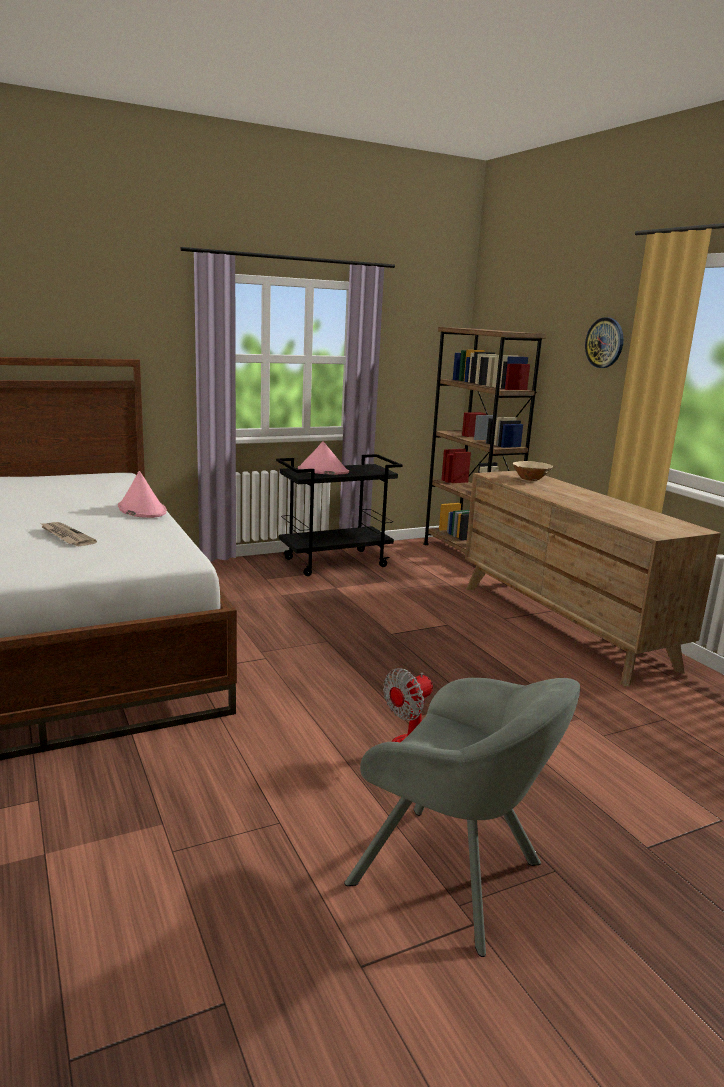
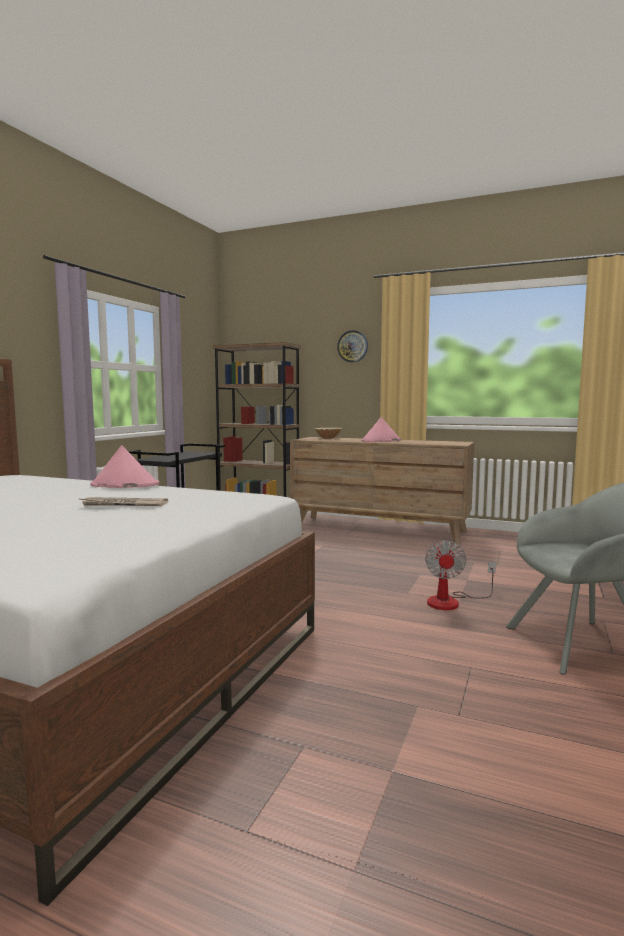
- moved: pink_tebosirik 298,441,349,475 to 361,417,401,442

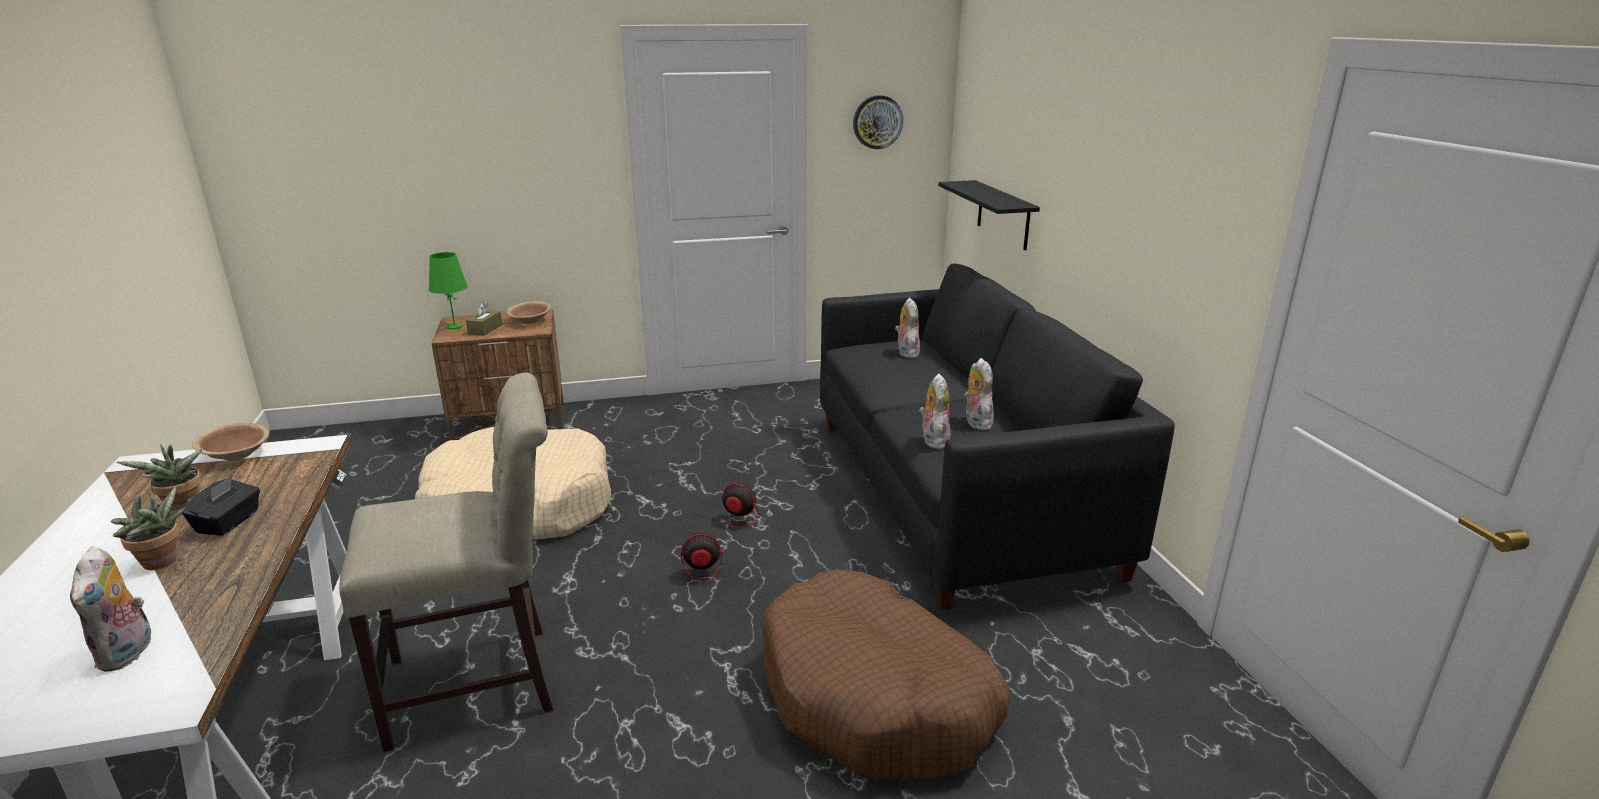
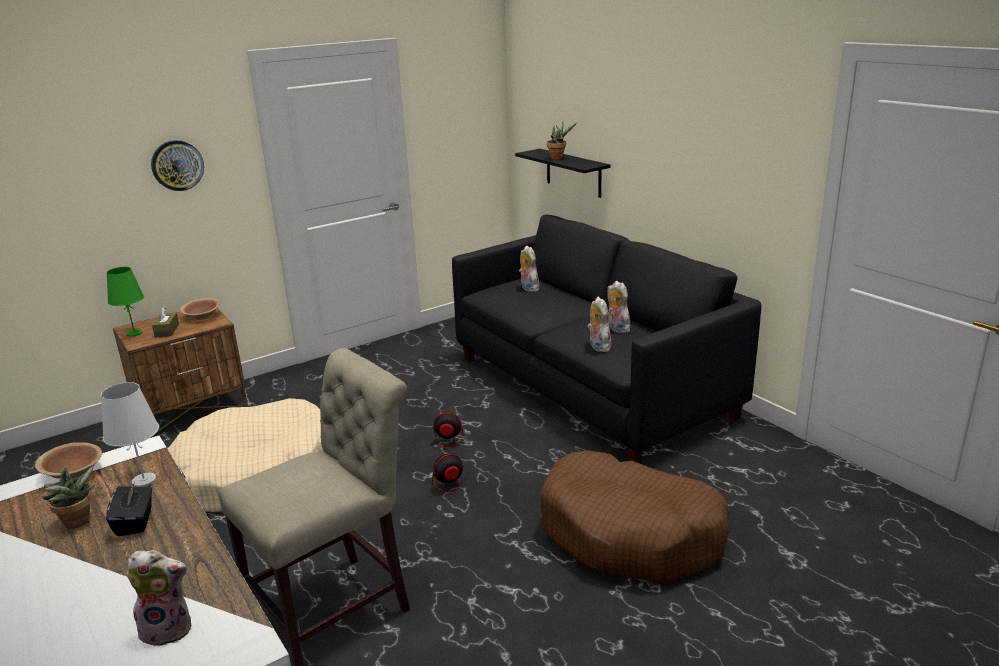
- turned: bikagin 70,546,151,672 = 126,550,191,646 60 degrees counterclockwise
- moved: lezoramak 111,486,185,570 to 547,122,577,159
- moved: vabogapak 853,95,903,149 to 151,140,204,191
- added: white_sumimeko 101,382,159,487

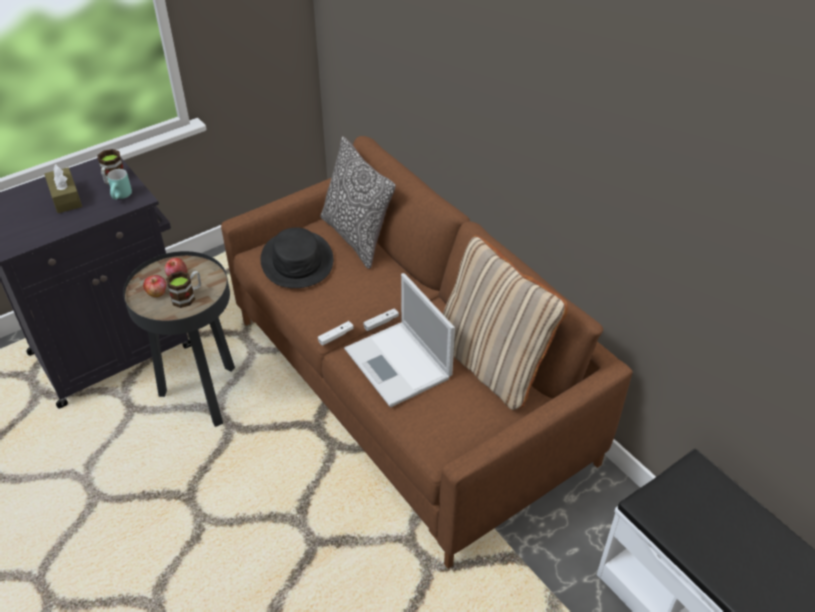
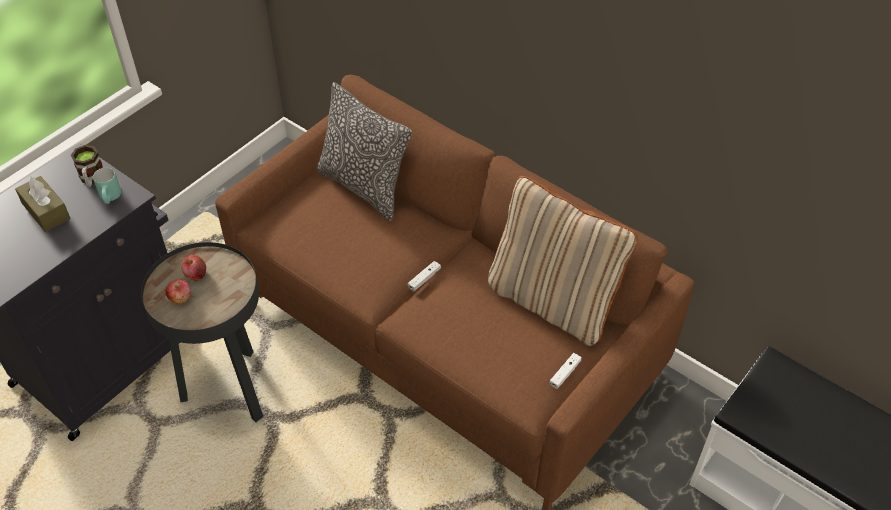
- removed: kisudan 166,271,201,308
- removed: black_tebosirik 261,227,333,288
- moved: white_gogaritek 318,321,354,346 to 550,353,582,389
- removed: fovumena 344,273,455,407

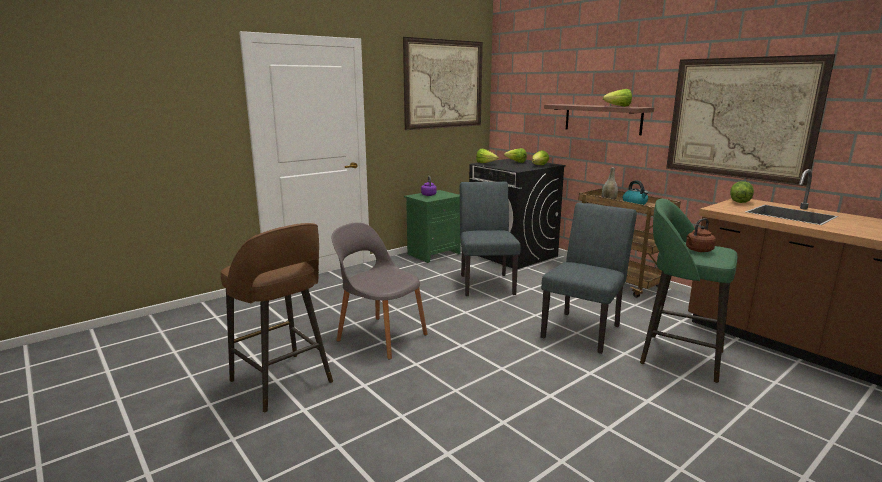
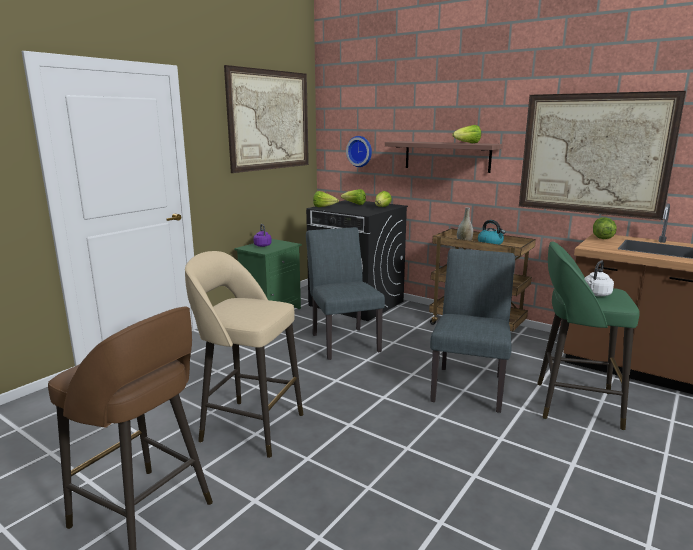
- replaced: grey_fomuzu 332,222,428,360 to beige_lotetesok 185,251,304,458
- recoloured: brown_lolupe 686,218,716,252 to white_lolupe 584,260,614,296
- added: vabogapak 346,136,372,167

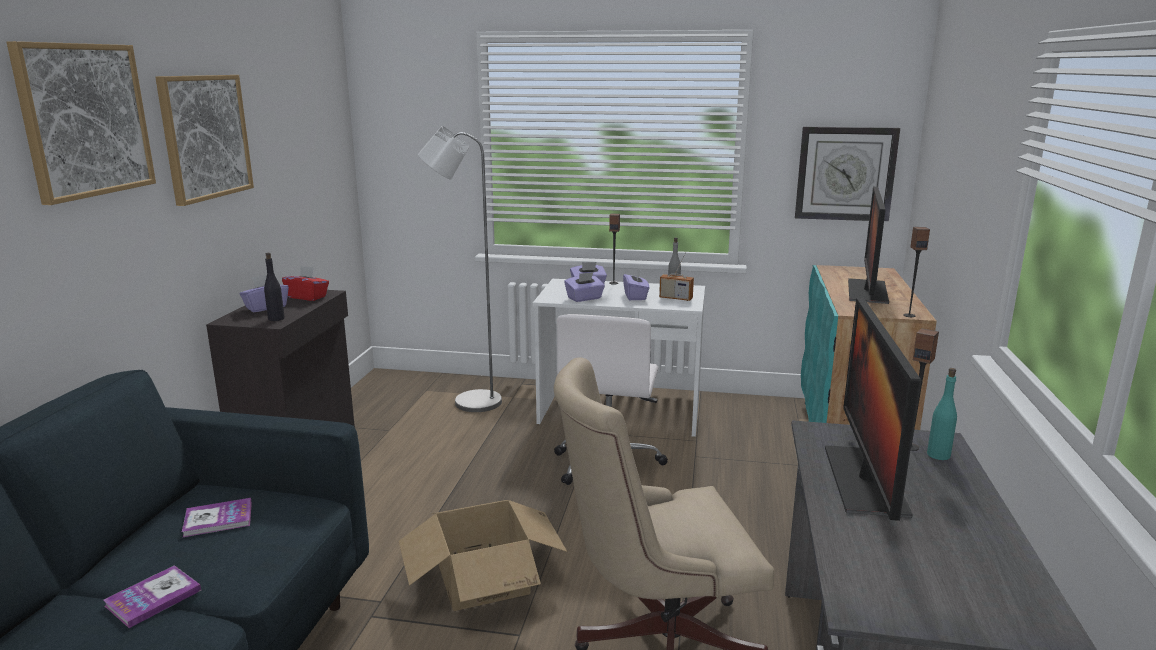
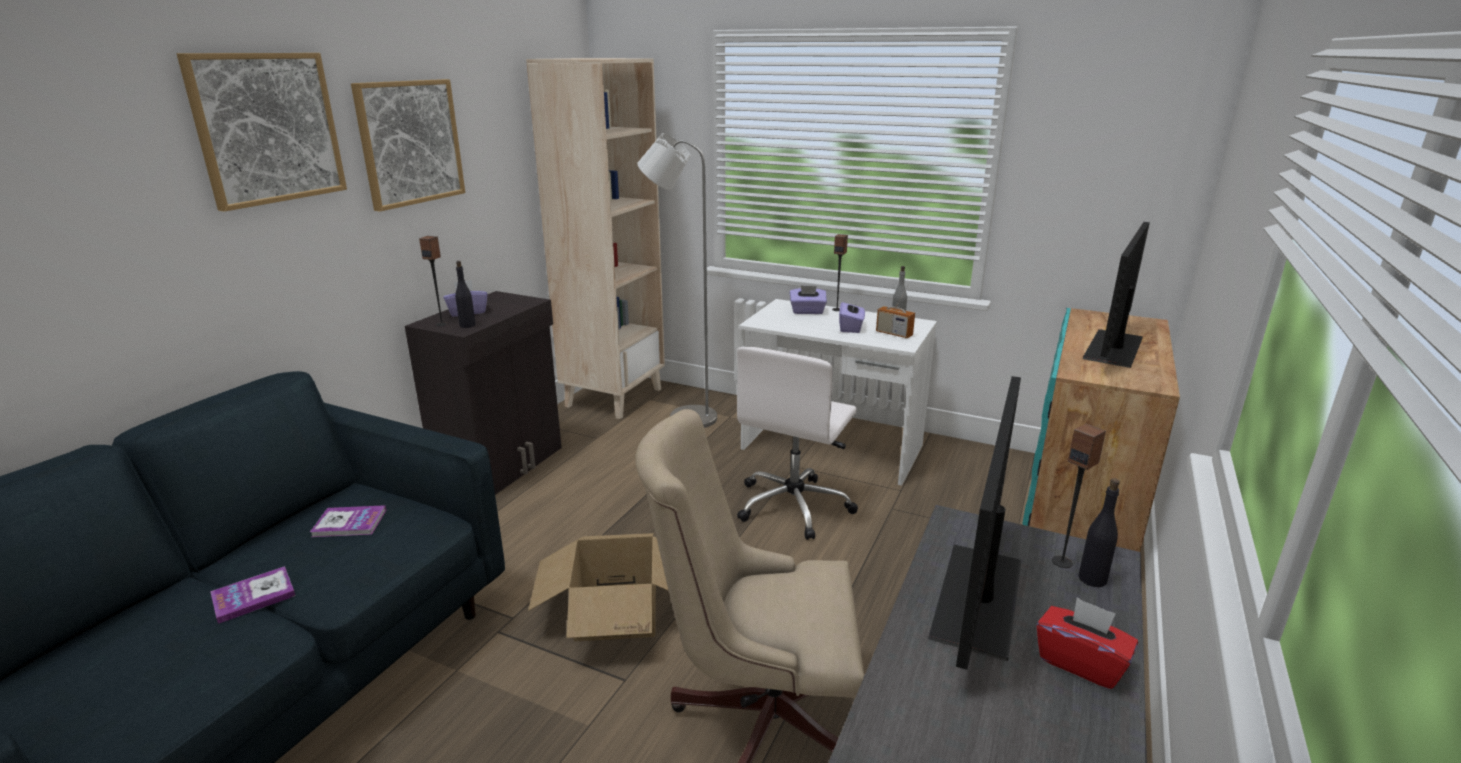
- moved: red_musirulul 282,266,329,301 to 1037,597,1138,689
- removed: purple_musirulul 564,272,605,302
- removed: vabogapak 795,127,900,221
- moved: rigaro 903,227,930,317 to 419,236,448,326
- recoloured: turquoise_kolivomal 927,368,957,460 to black_kolivomal 1078,478,1120,587
- added: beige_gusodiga 526,58,665,419

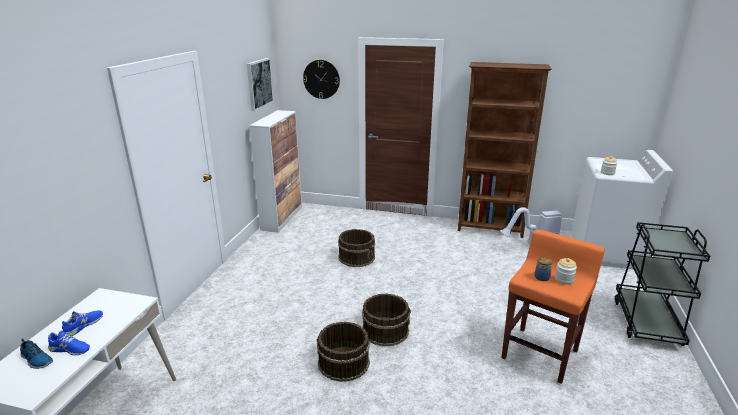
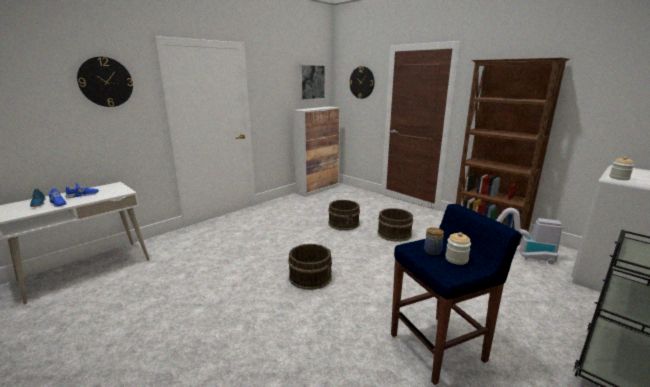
- moved: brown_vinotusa 317,321,370,382 to 377,208,413,242
- recoloured: orange_lotetesok 501,230,605,384 to blue_lotetesok 391,204,521,385
- added: vabogapak 77,57,133,107

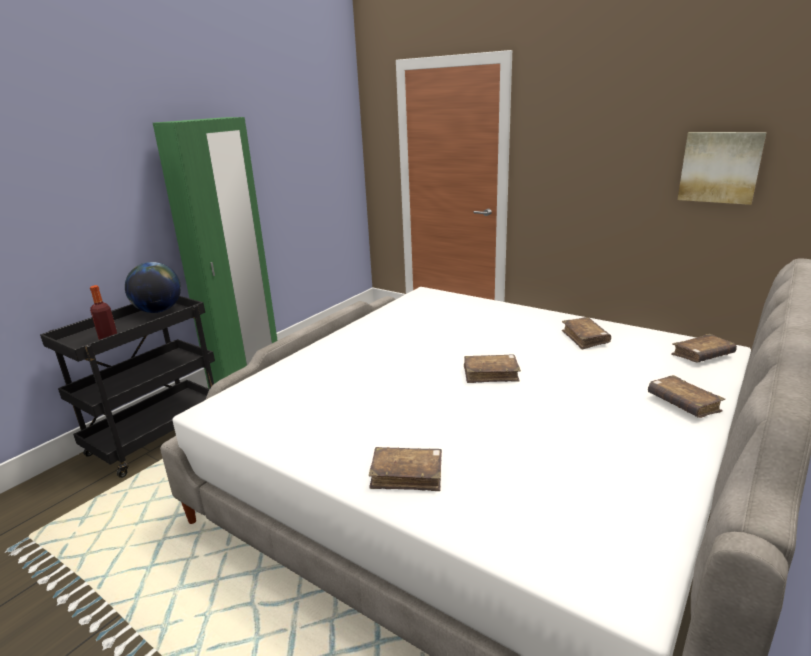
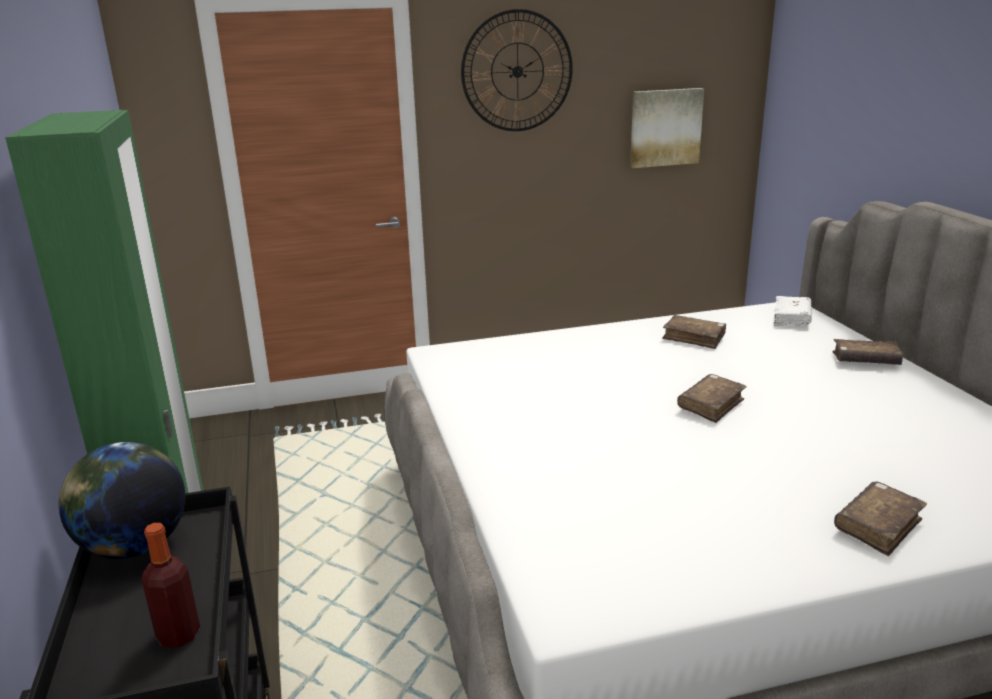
- recoloured: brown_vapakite 671,334,737,362 to white_vapakite 774,296,812,326
- added: vabogapak 461,9,573,131

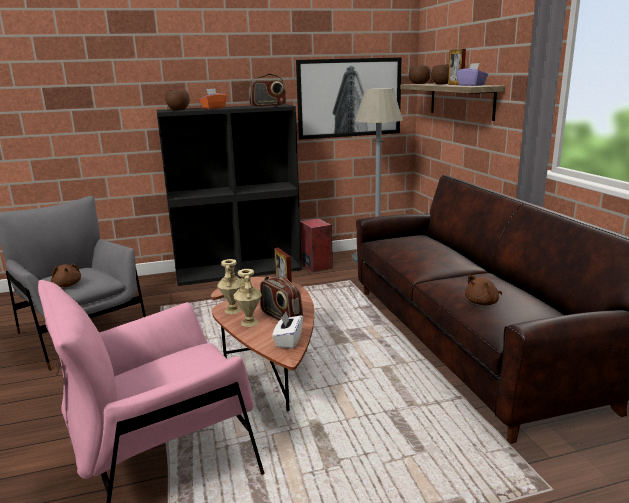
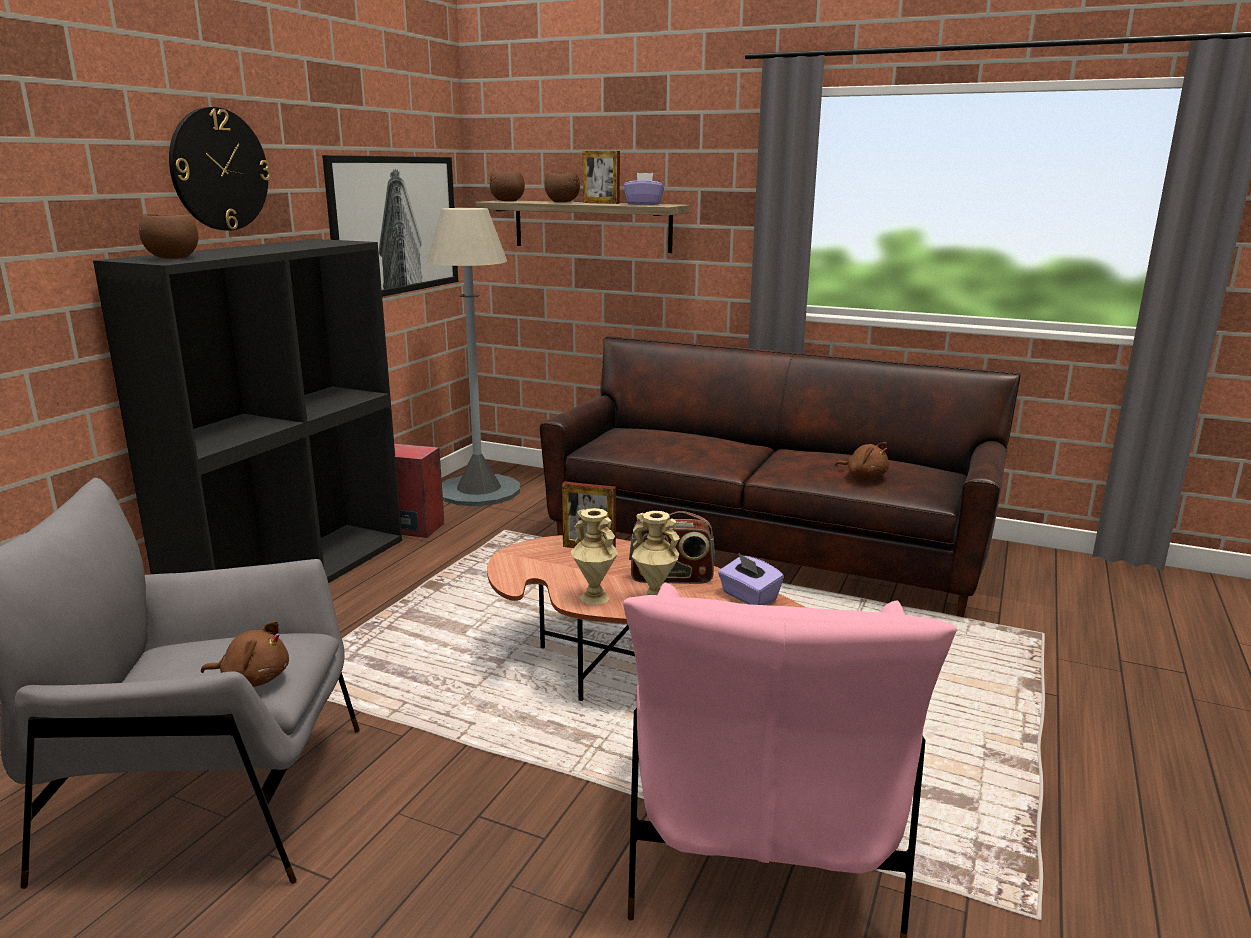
- removed: orange_musirulul 199,88,227,109
- removed: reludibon 249,74,286,108
- recoloured: white_musirulul 272,312,303,348 to purple_musirulul 718,554,784,605
- turned: brown_bikagin 465,275,502,305 = 835,442,889,478 60 degrees counterclockwise
- added: vabogapak 169,107,271,231

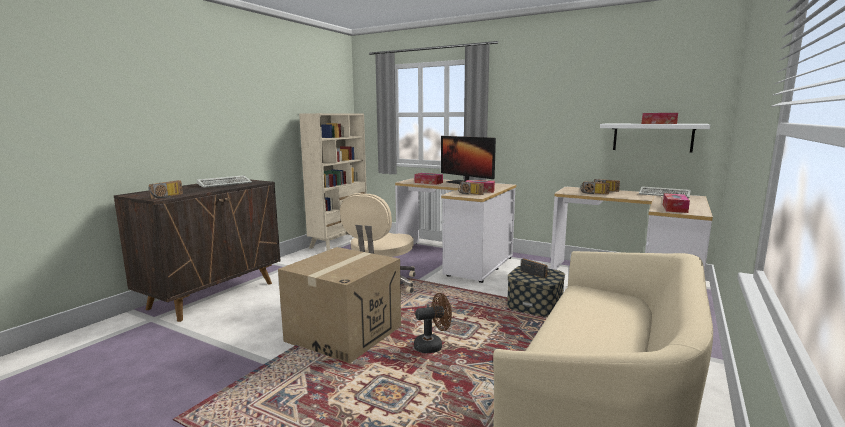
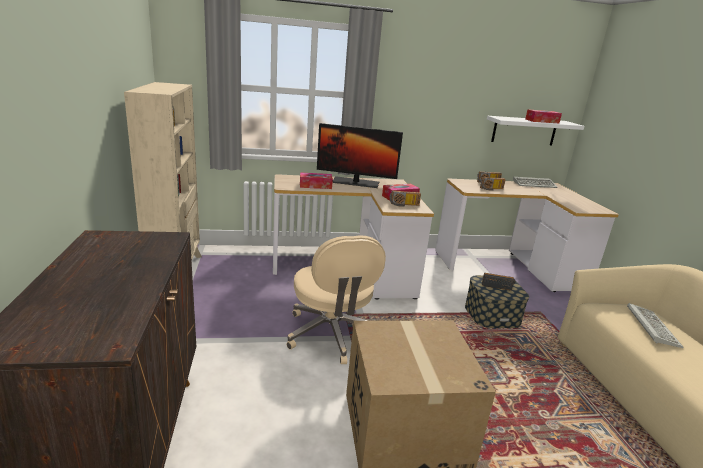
- removed: reludibon 148,180,183,199
- moved: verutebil 197,175,252,188 to 627,303,684,348
- removed: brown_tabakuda 414,293,452,353
- removed: musirulul 663,193,690,213

